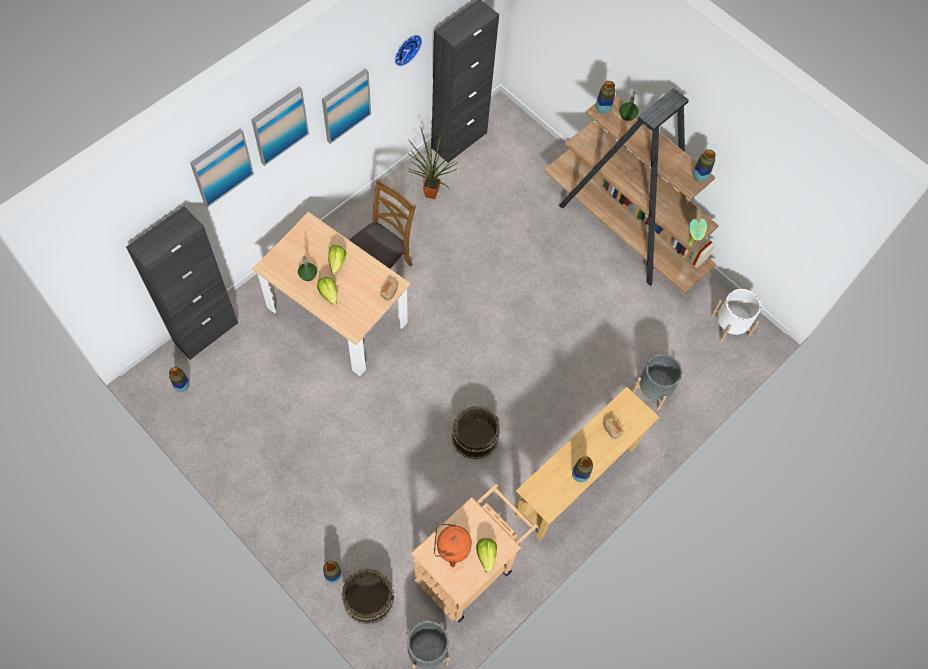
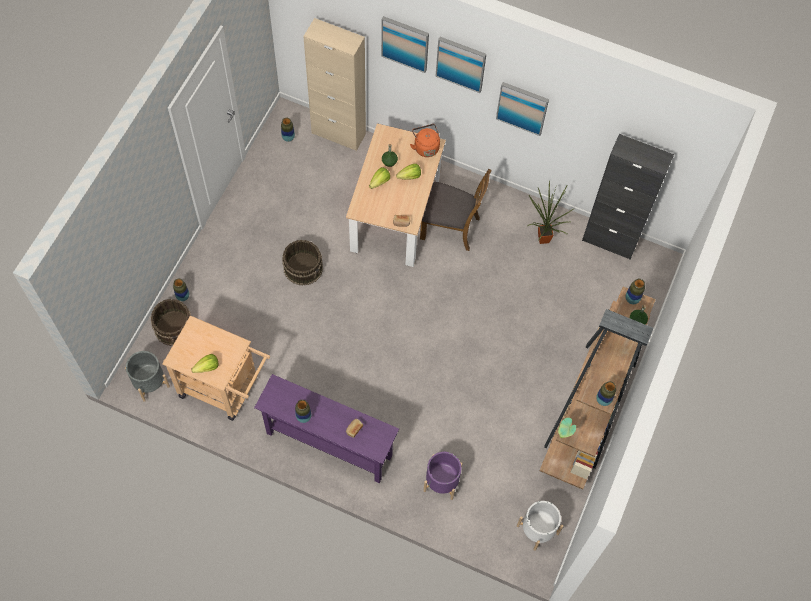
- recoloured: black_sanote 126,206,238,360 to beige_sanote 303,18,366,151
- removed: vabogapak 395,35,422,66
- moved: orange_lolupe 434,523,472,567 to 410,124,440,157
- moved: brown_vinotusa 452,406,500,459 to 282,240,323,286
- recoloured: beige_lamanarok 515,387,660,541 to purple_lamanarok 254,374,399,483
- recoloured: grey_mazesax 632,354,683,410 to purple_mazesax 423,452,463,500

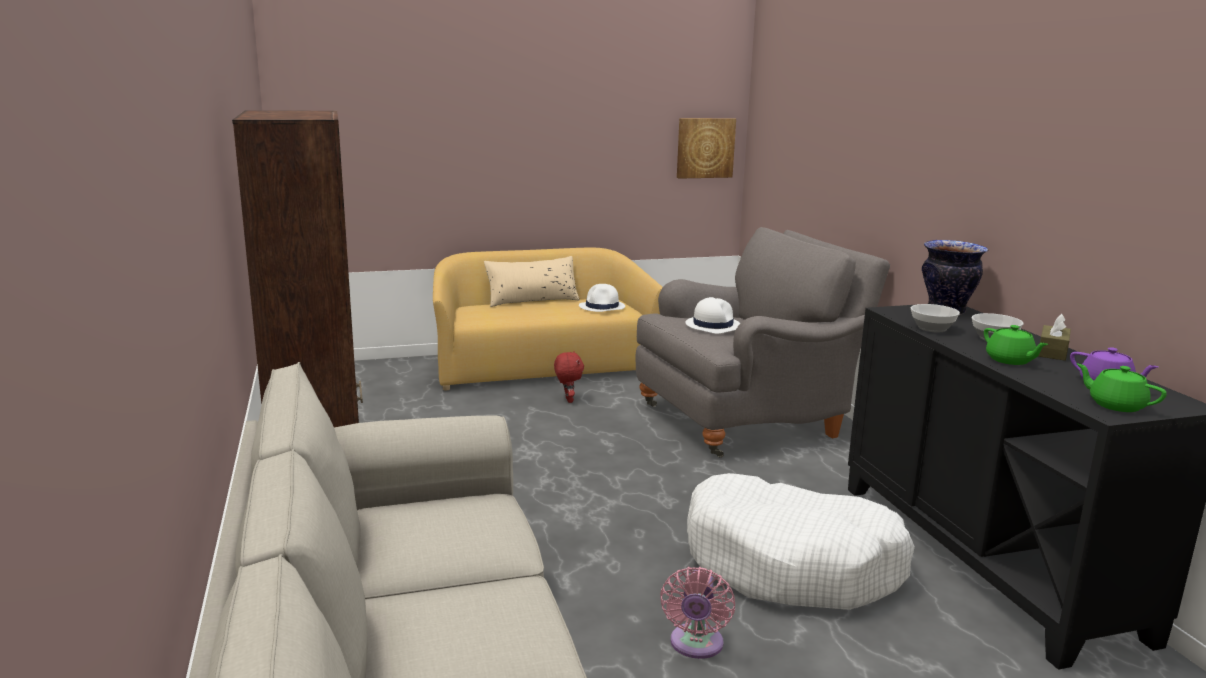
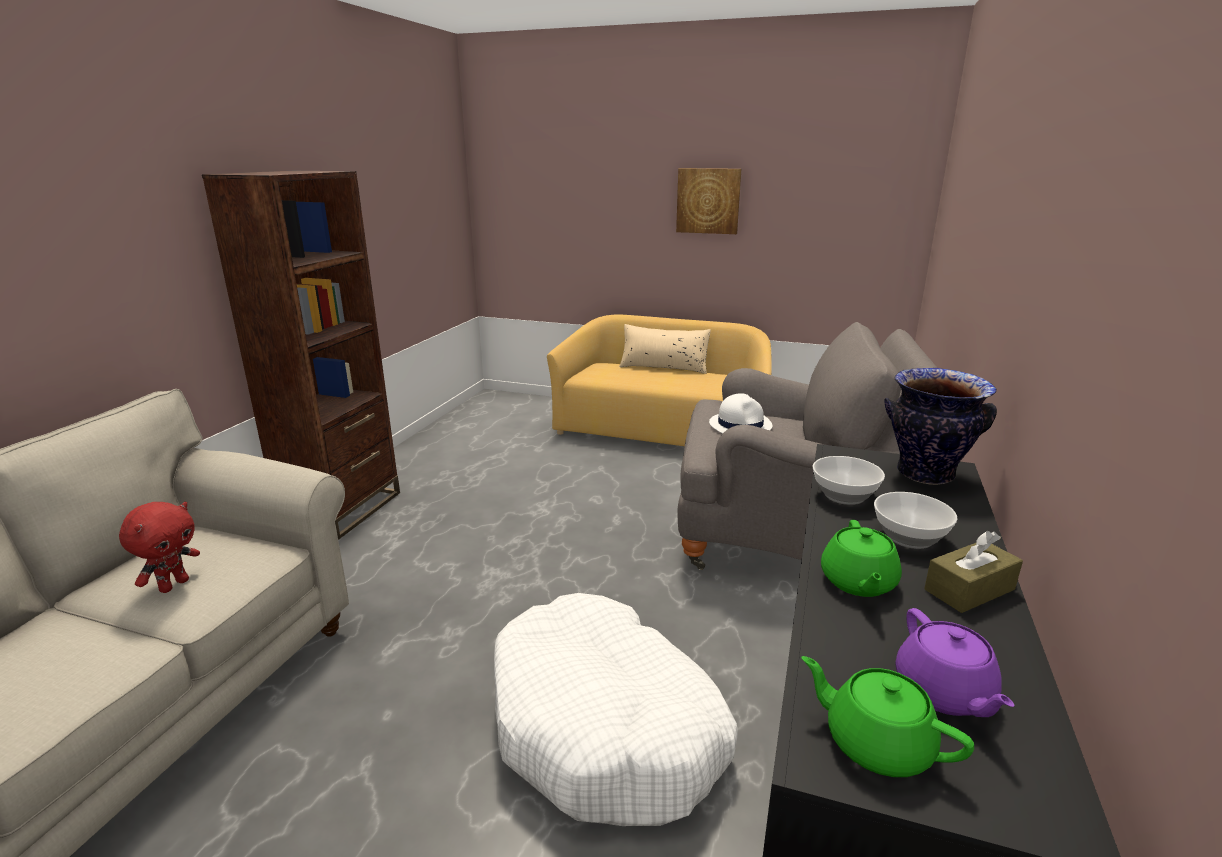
- moved: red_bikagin 554,352,584,403 to 119,502,200,593
- removed: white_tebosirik 579,284,625,312
- removed: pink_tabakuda 660,567,735,659
- moved: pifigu 677,118,736,179 to 676,168,741,234
- turned: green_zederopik 1077,364,1167,412 = 801,656,974,777 45 degrees counterclockwise

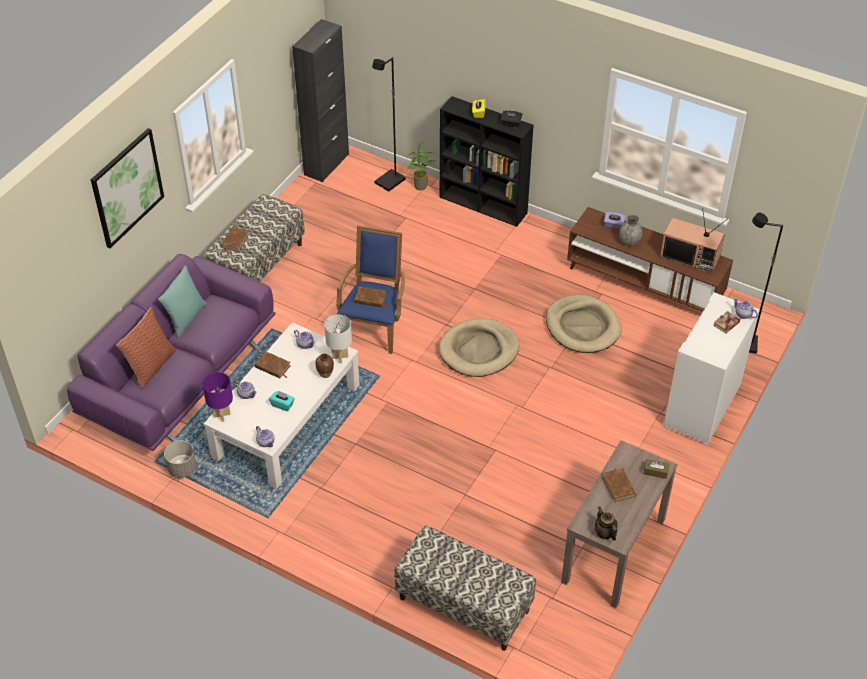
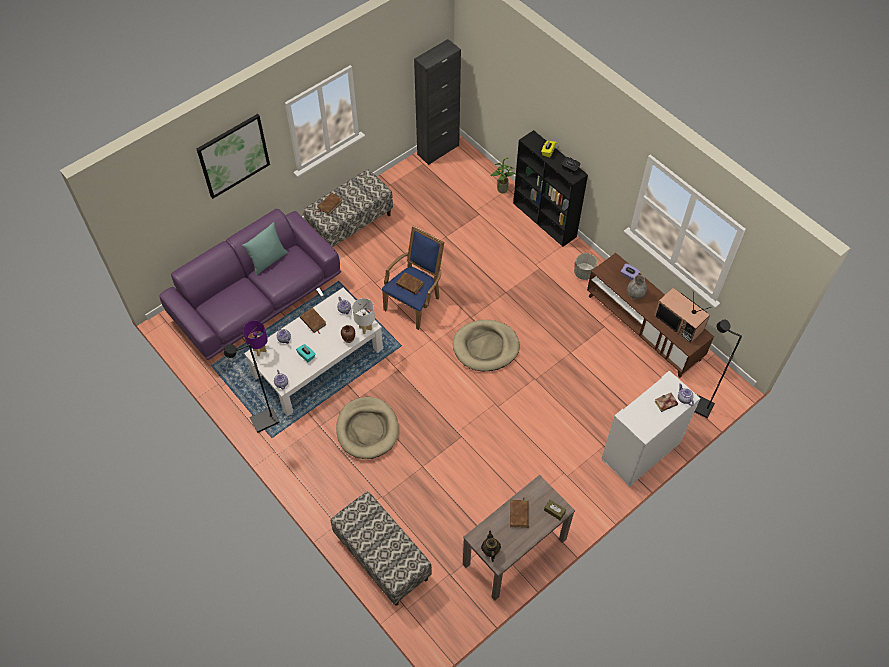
- removed: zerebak 116,308,176,389
- moved: grey_mazesax 164,441,197,478 to 574,253,597,280
- moved: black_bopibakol 372,57,406,192 to 224,344,279,433
- moved: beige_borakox 546,295,622,353 to 336,397,399,459

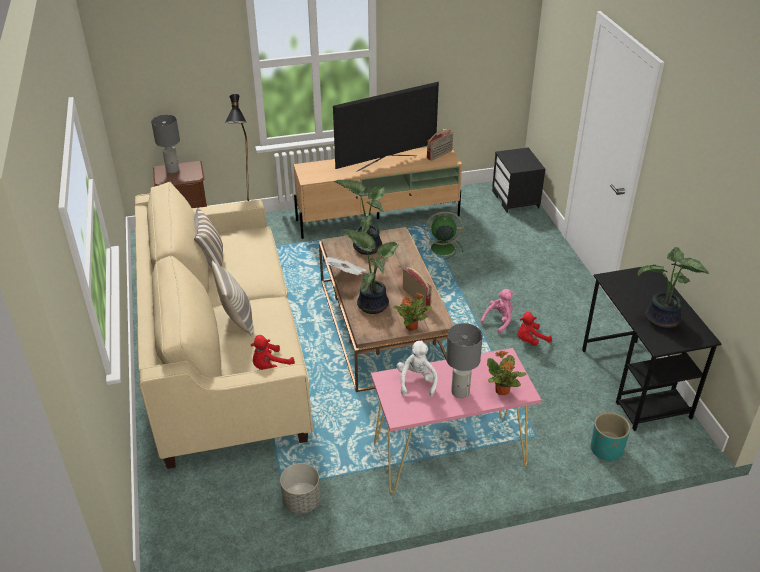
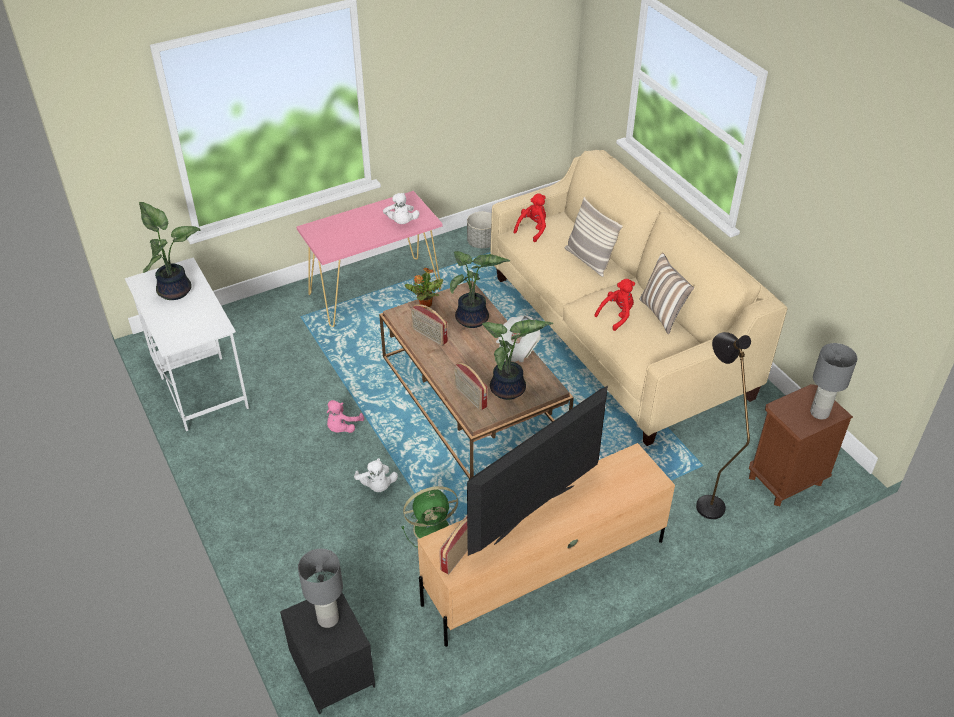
- moved: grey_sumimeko 446,323,483,398 to 298,549,343,628
- removed: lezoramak 487,351,526,395
- moved: red_bikagin 518,312,552,346 to 594,279,635,331
- recoloured: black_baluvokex 582,265,722,431 to white_baluvokex 125,257,249,431
- removed: turquoise_mazesax 591,412,631,461
- added: white_bikagin 354,458,398,492
- added: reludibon 454,362,487,410

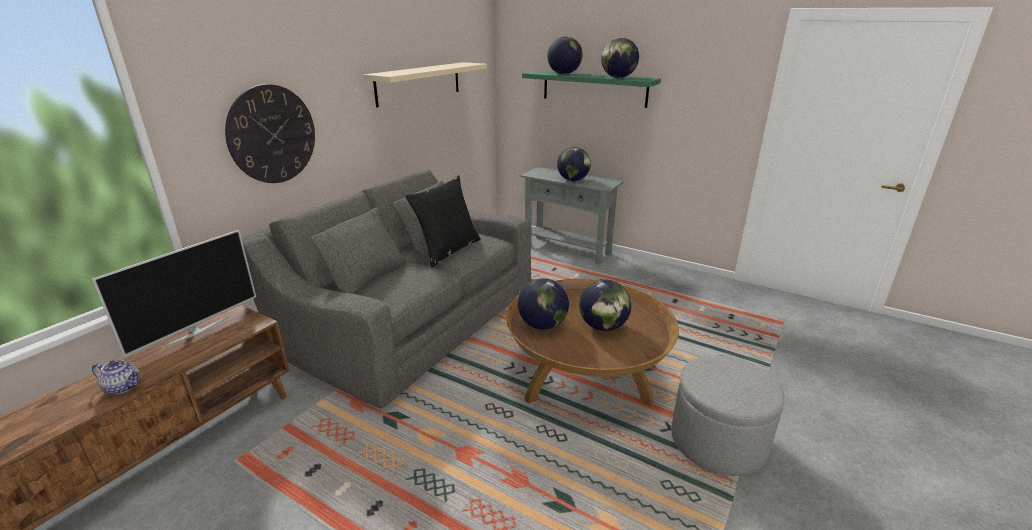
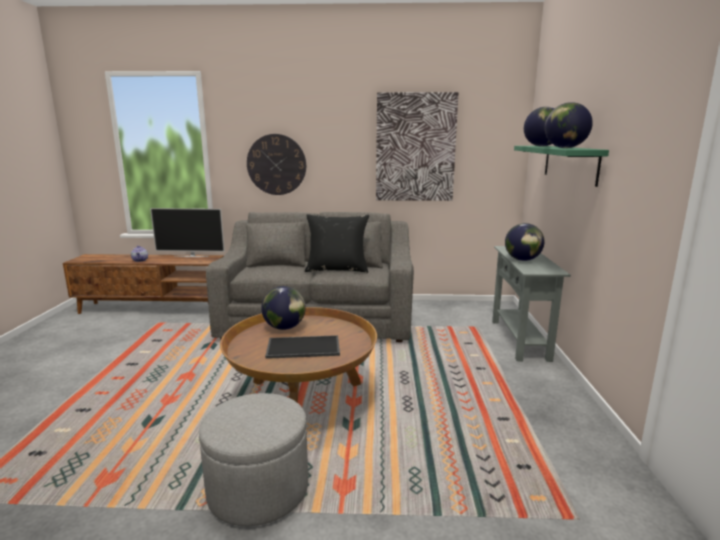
- replaced: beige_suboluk 363,62,487,107 to pifigu 376,92,458,201
- replaced: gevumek 579,280,631,331 to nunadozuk 265,335,340,359

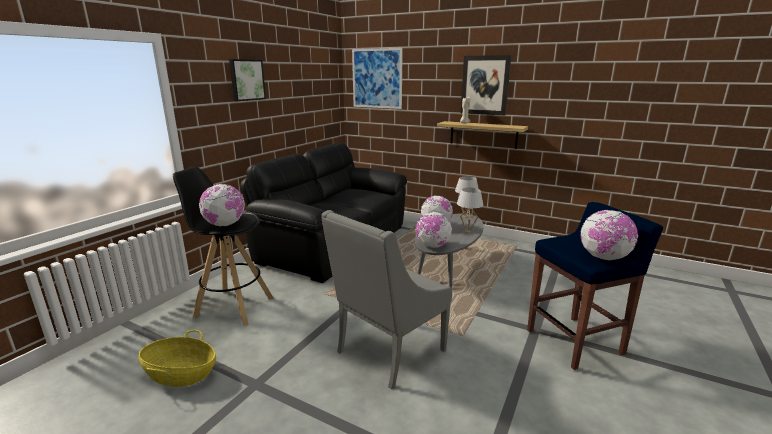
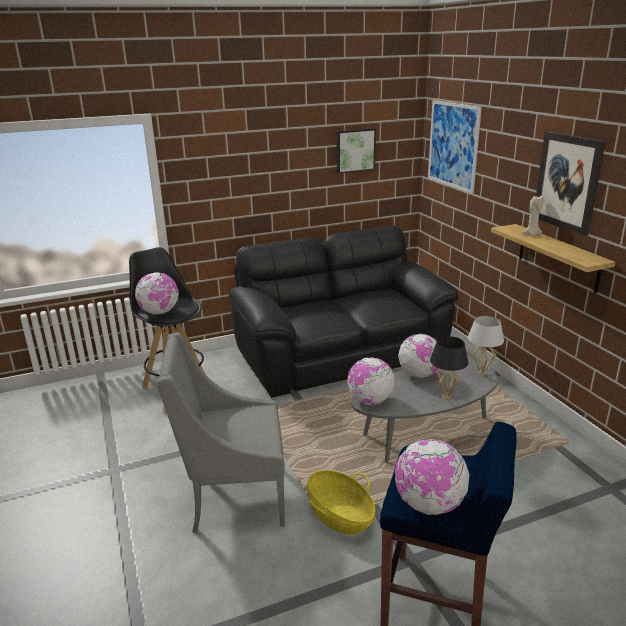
- moved: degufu 139,330,216,387 to 307,470,375,535
- moved: pifigu 229,59,266,101 to 337,128,376,174
- recoloured: white_sumimeko 457,187,483,233 to black_sumimeko 430,336,468,399

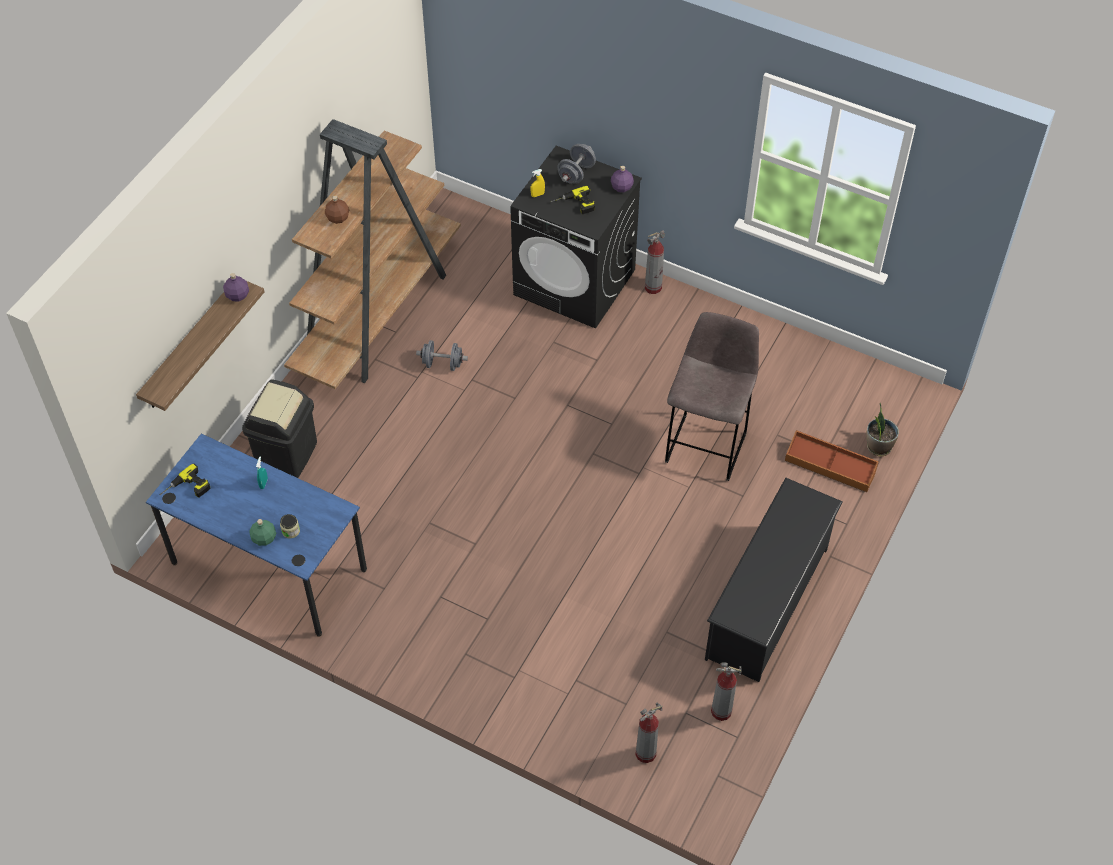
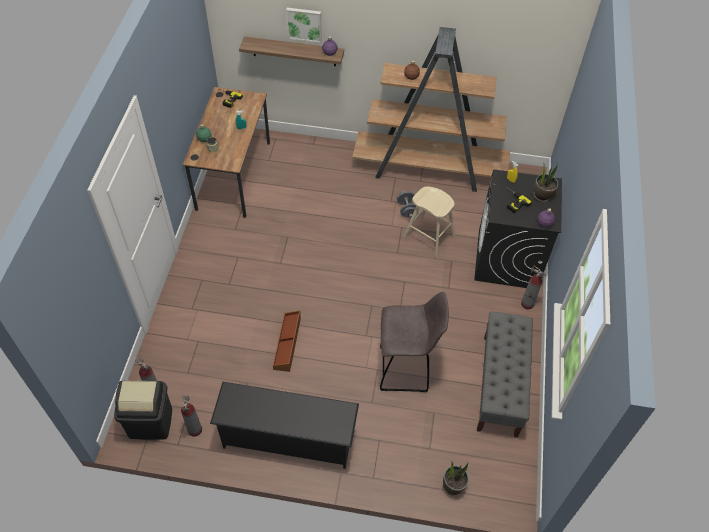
- recoloured: blue_baluvokex 146,433,367,637 to brown_baluvokex 183,87,270,218
- moved: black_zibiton 242,379,317,478 to 114,380,172,440
- replaced: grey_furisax 557,144,596,184 to lezoramak 534,162,558,202
- moved: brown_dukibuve 785,430,879,492 to 273,311,301,372
- added: pifigu 286,8,322,43
- added: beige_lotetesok 404,186,455,257
- added: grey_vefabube 477,312,533,438

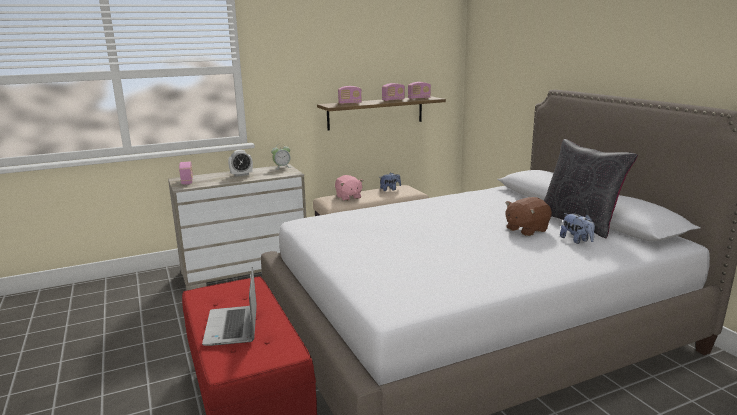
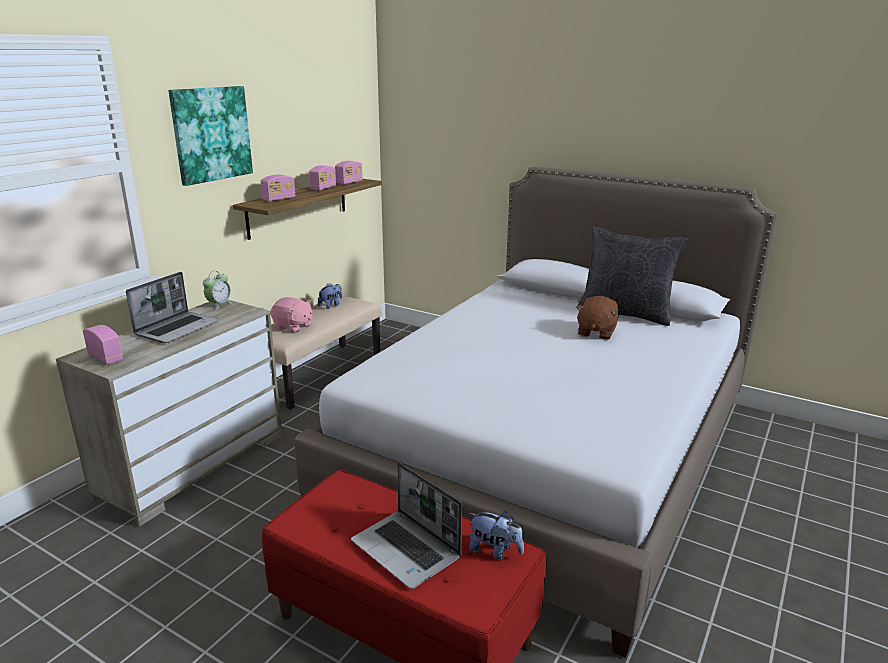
- replaced: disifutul 228,150,253,177 to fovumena 126,272,219,343
- moved: bikagin 560,213,595,244 to 469,511,524,560
- added: pifigu 168,86,253,186

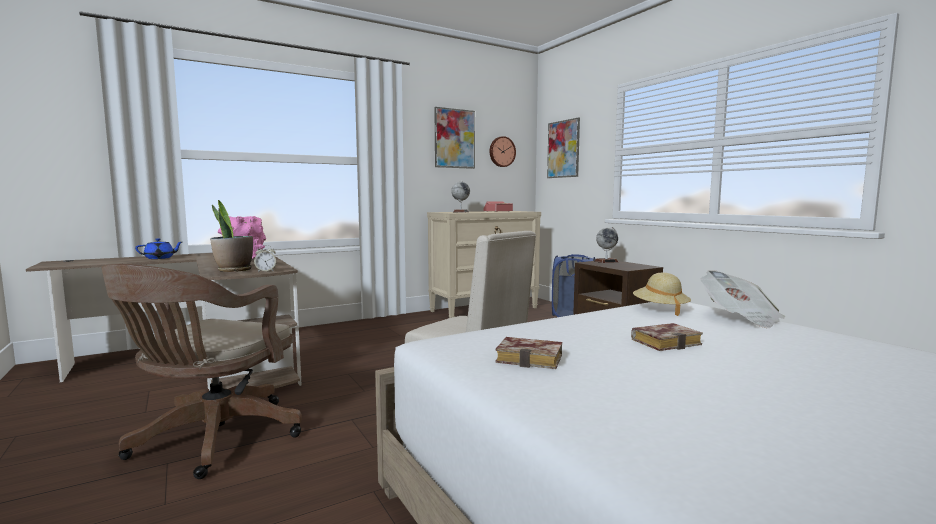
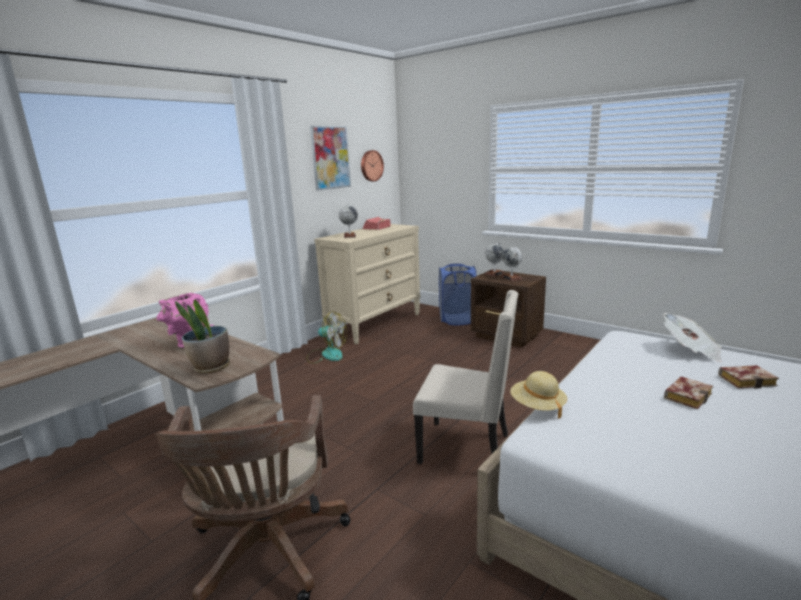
- removed: blue_zederopik 135,238,182,259
- removed: disifutul 254,245,276,272
- moved: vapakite 495,337,562,369 to 719,365,779,389
- removed: pifigu 547,117,580,178
- moved: beige_tebosirik 633,272,691,316 to 510,371,567,419
- added: tabakuda 307,312,347,364
- added: gevumek 501,247,522,281

